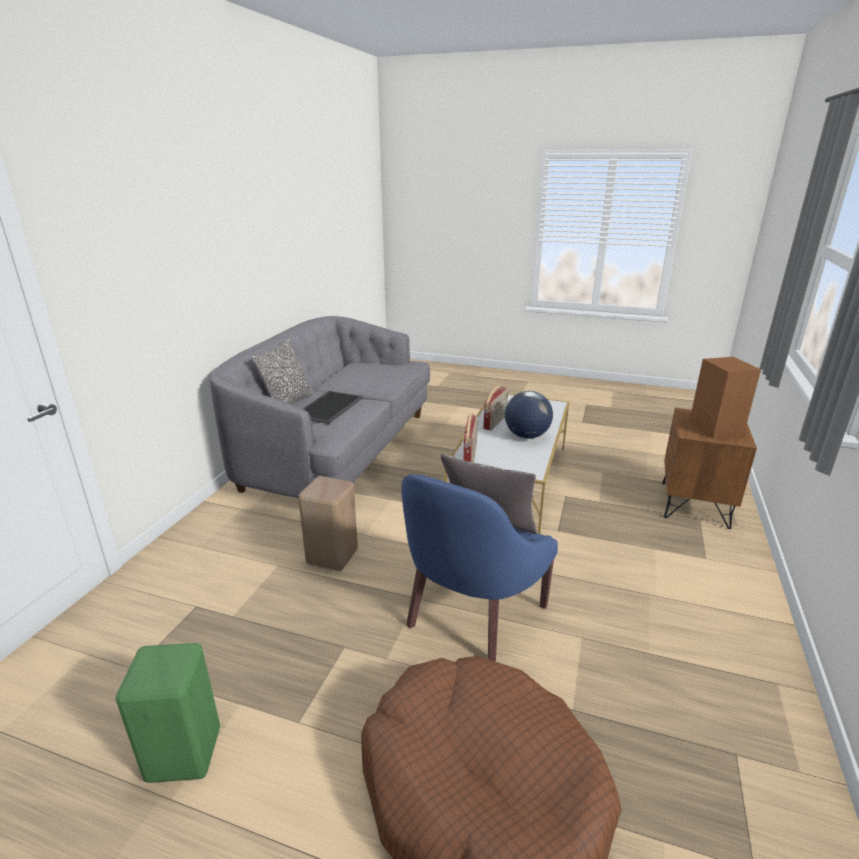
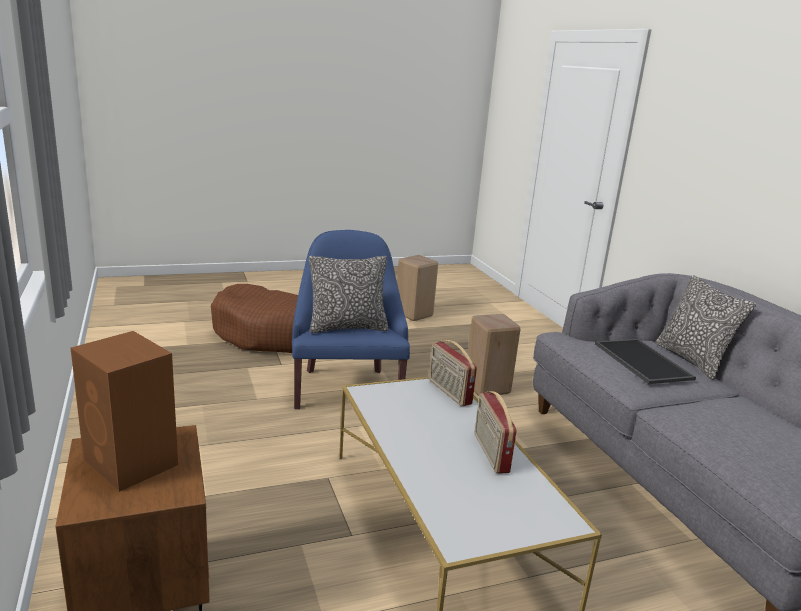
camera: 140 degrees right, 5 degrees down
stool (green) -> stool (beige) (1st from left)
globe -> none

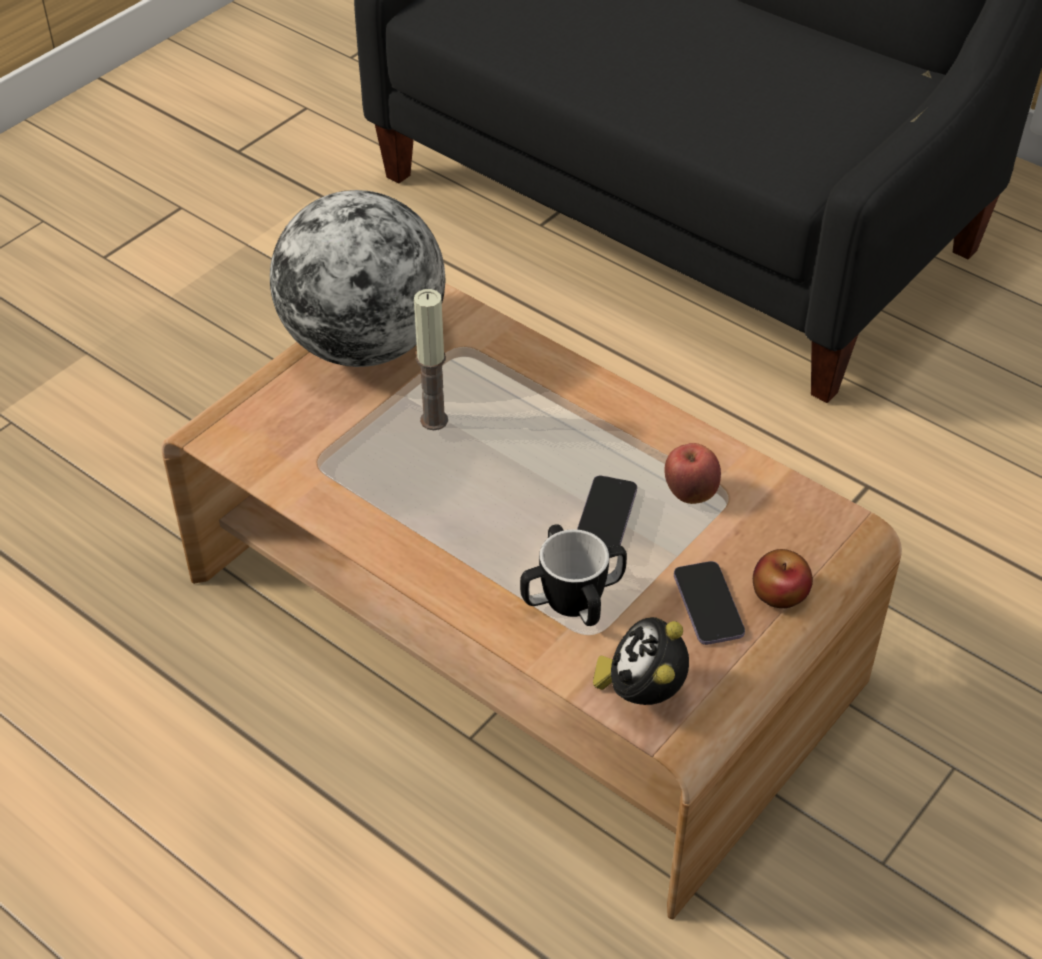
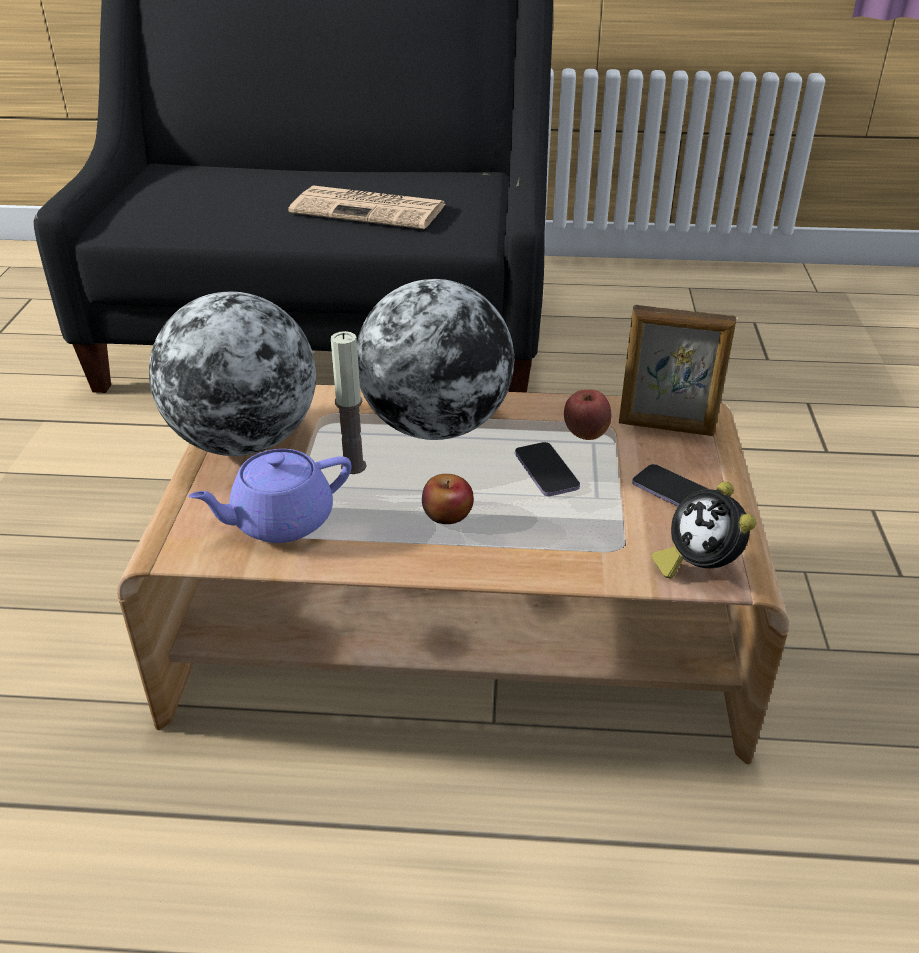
camera: 35 degrees left, 10 degrees down
none -> teapot (purple)
none -> newspaper
none -> globe (2nd from left)
apple (2nd from left in the first image) -> apple (1st from left), moved
none -> picture frame
mug -> none

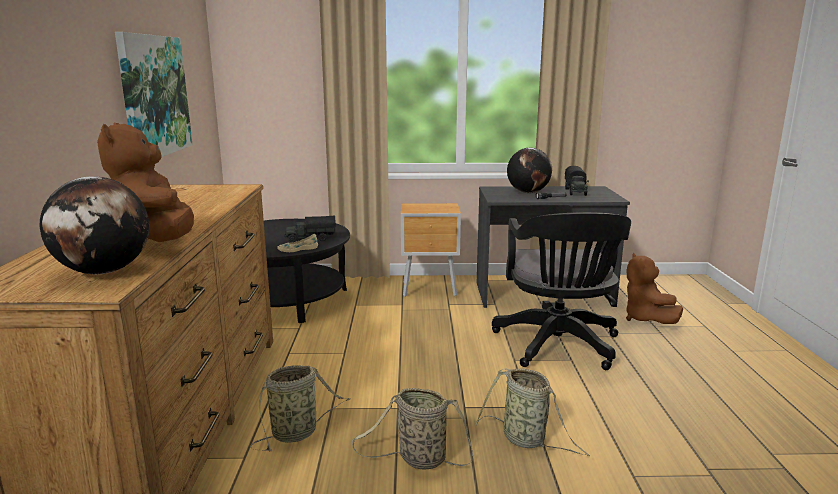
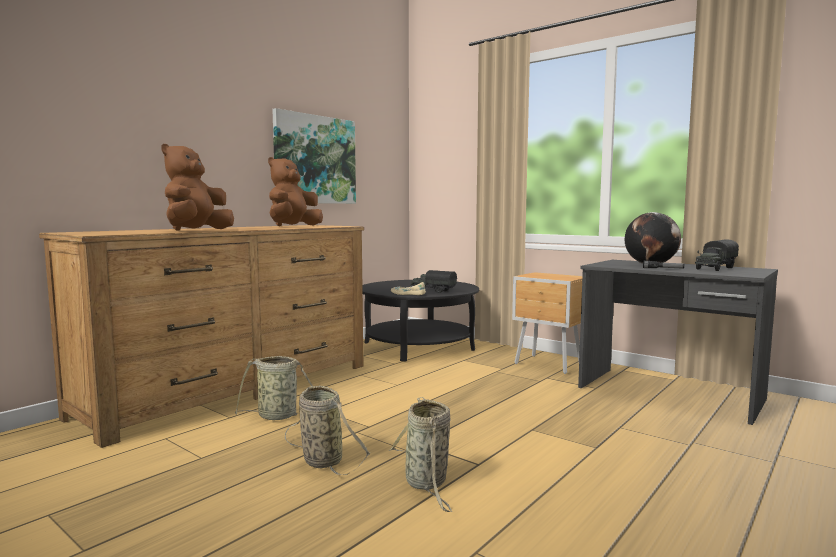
camera: 40 degrees right, 10 degrees down
plush toy (brown) (2nd from left), moved
globe (1st from left) -> none
office chair (black) -> none

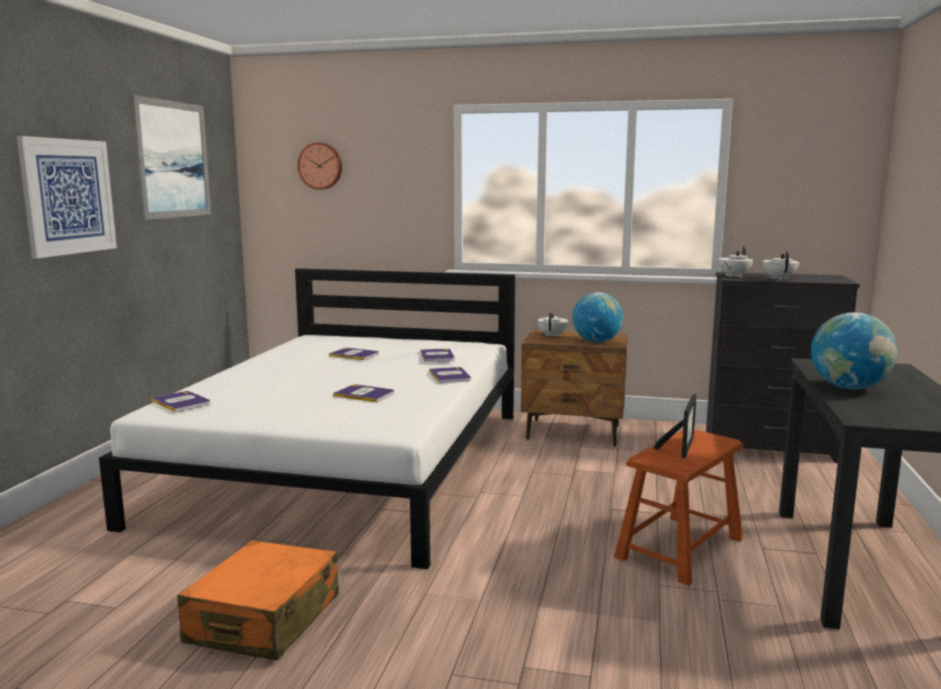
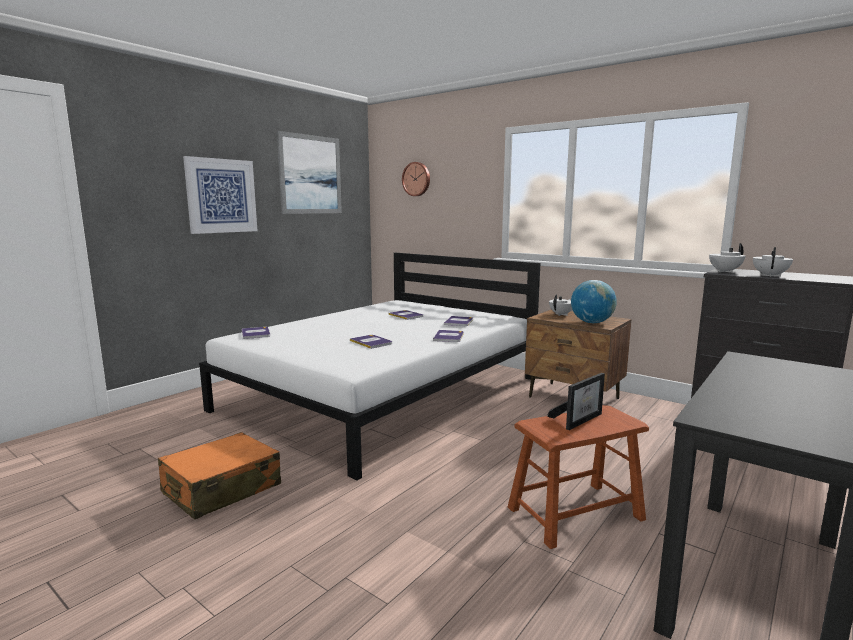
camera: 25 degrees right, 0 degrees up
globe (2nd from left) -> none

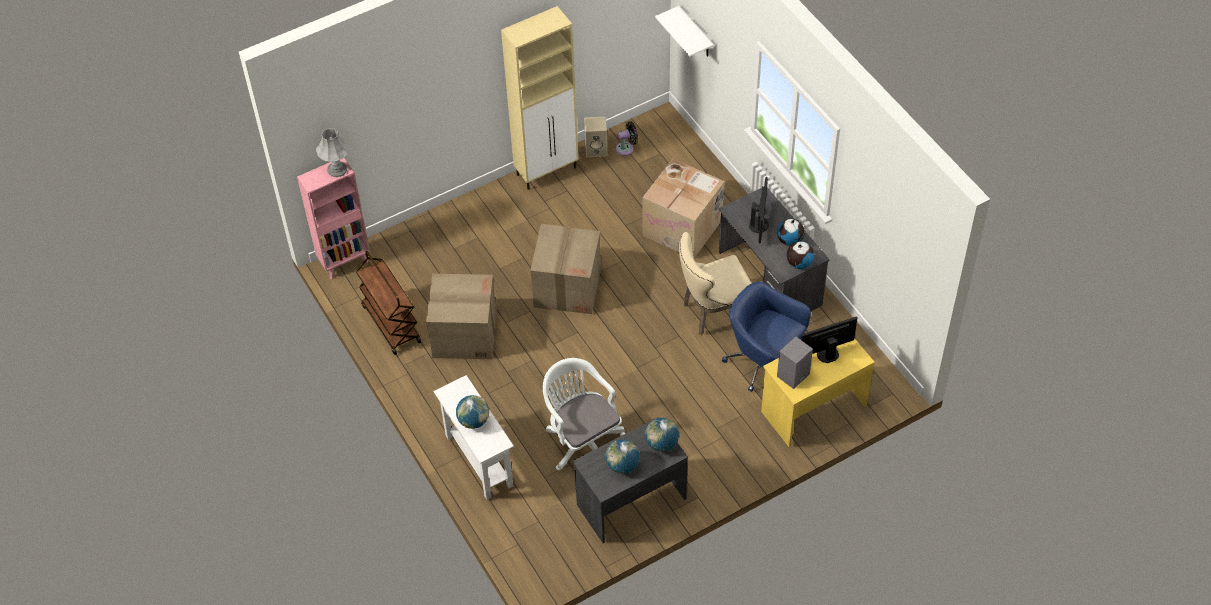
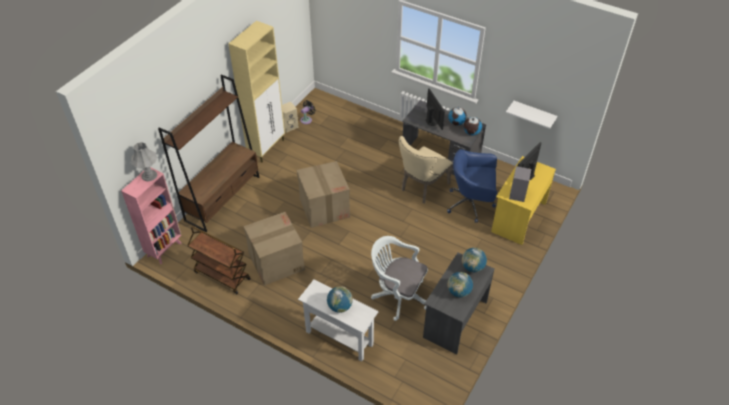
camera: 30 degrees left, 5 degrees down
none -> bookcase (brown)
shelf (white), moved
cardboard box (3rd from left) -> none

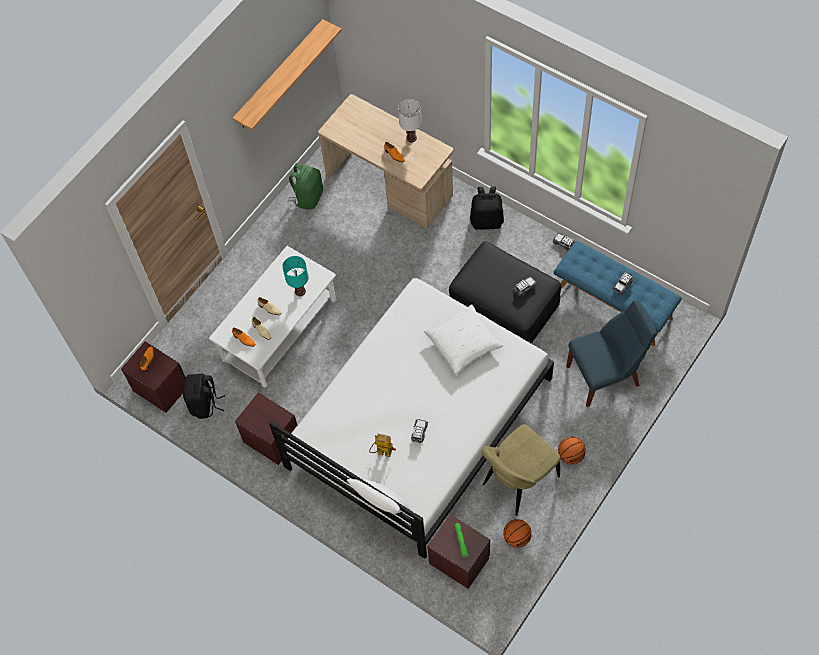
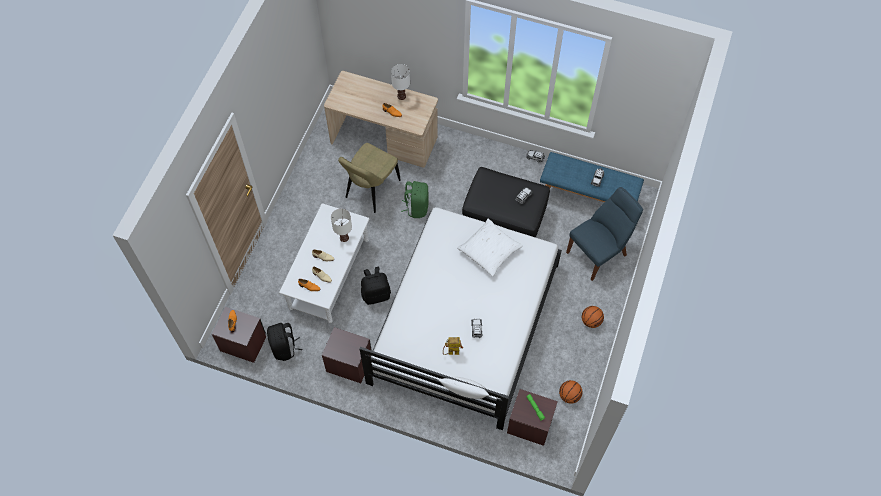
camera: 20 degrees left, 0 degrees up
table lamp (turquoise) -> table lamp (white) (1st from left)
chair (beige), moved
backpack (black) (2nd from left), moved
backpack (green), moved
shelf -> none

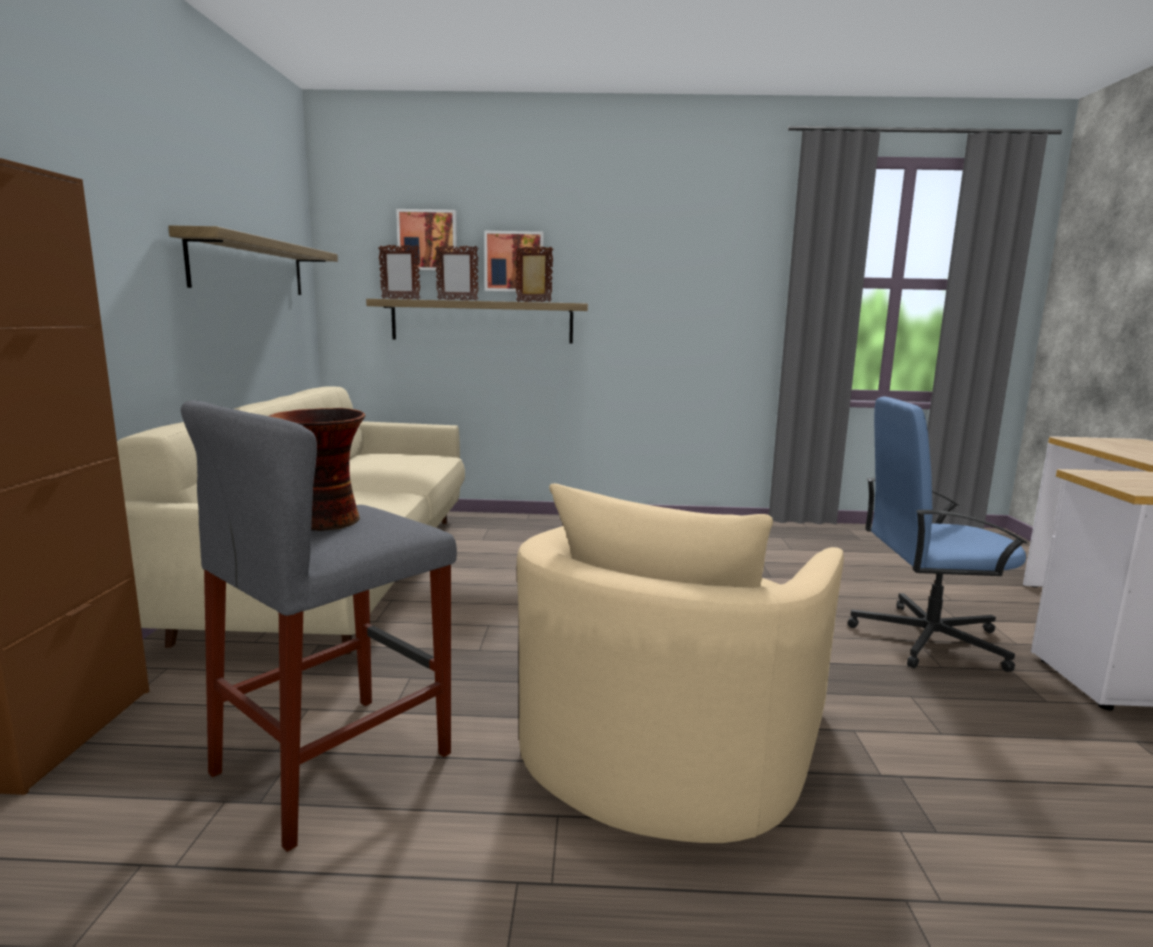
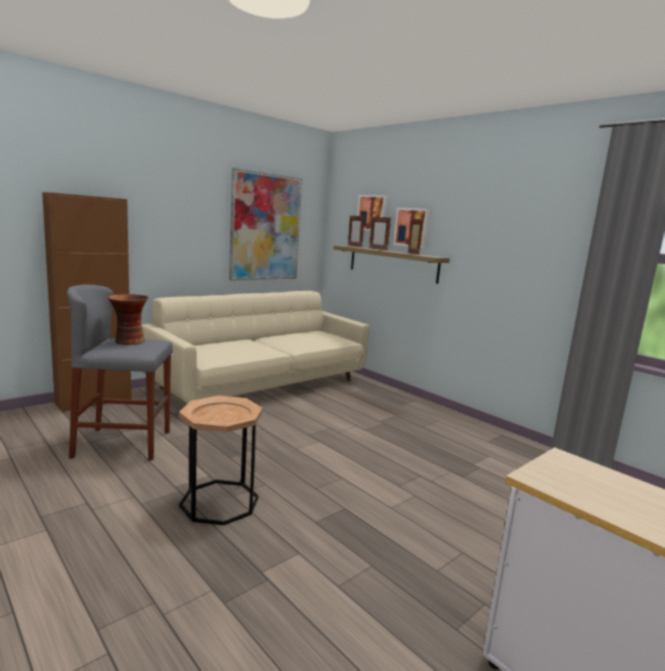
camera: 45 degrees right, 0 degrees up
armchair (beige) -> side table (brown)
shelf (1st from left) -> picture (1st from left)
office chair (blue) -> none

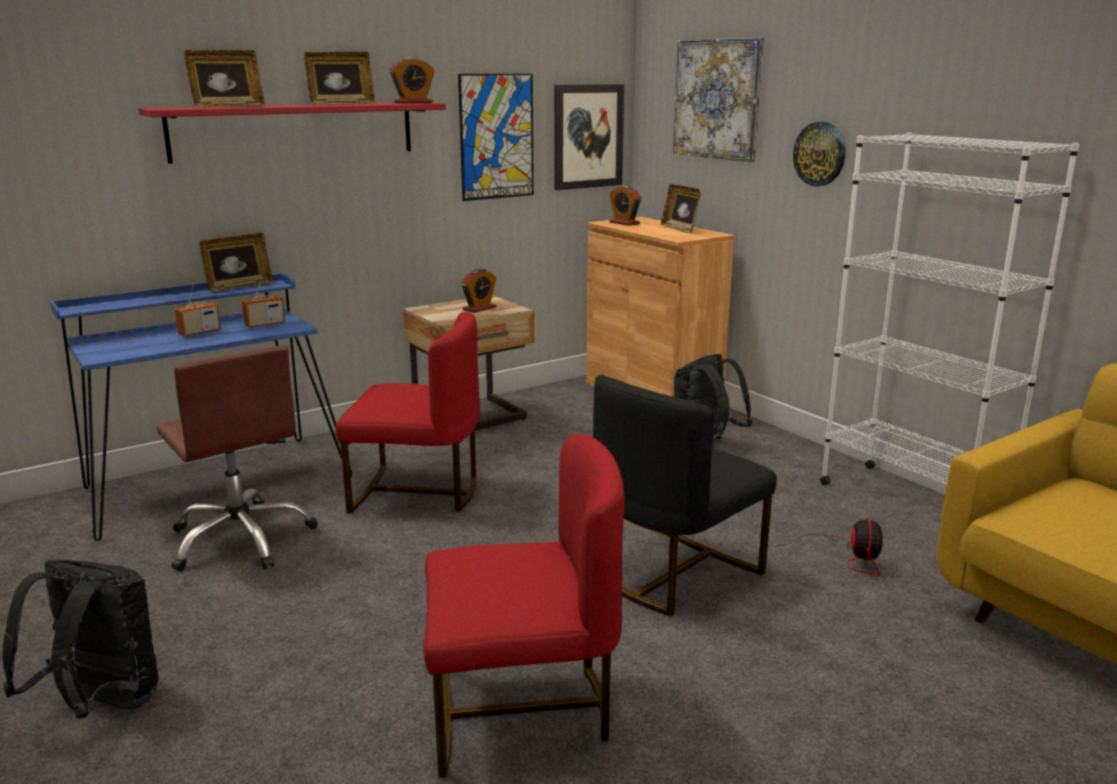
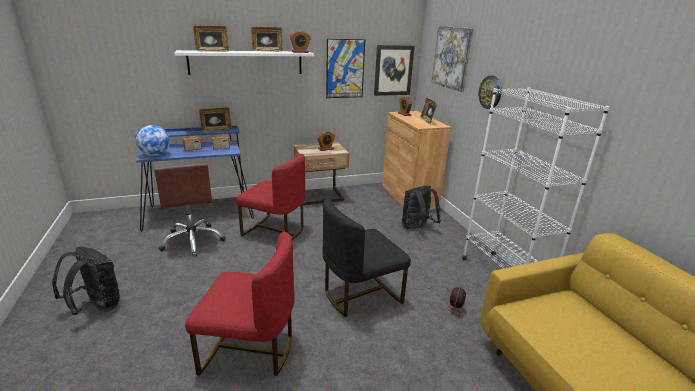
camera: 15 degrees right, 5 degrees up
none -> globe
shelf (red) -> shelf (white)

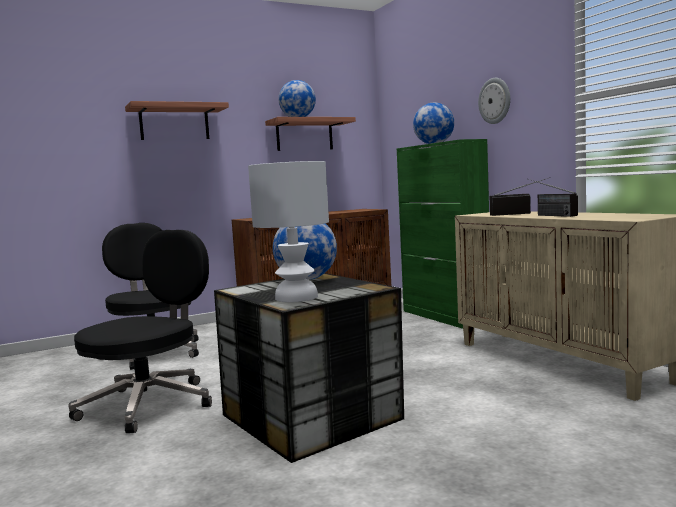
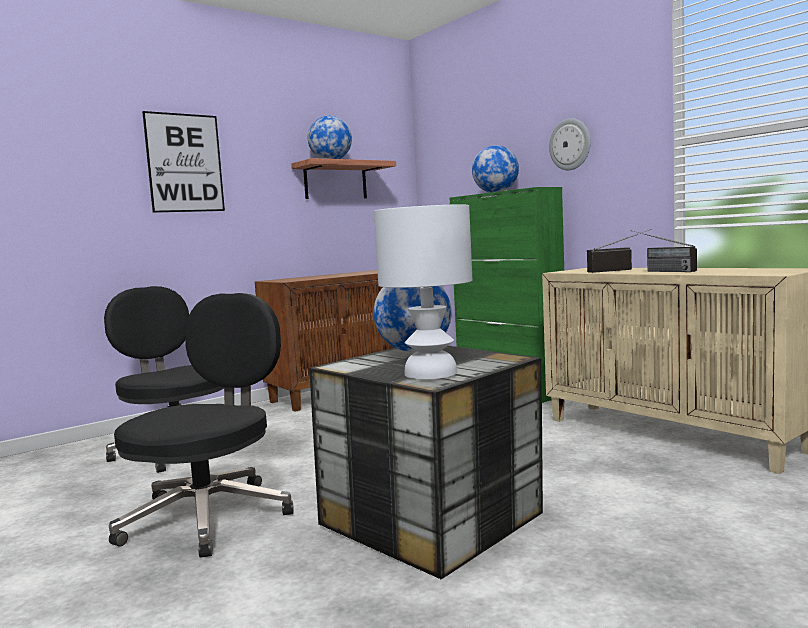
camera: 10 degrees left, 0 degrees up
shelf (1st from left) -> picture

